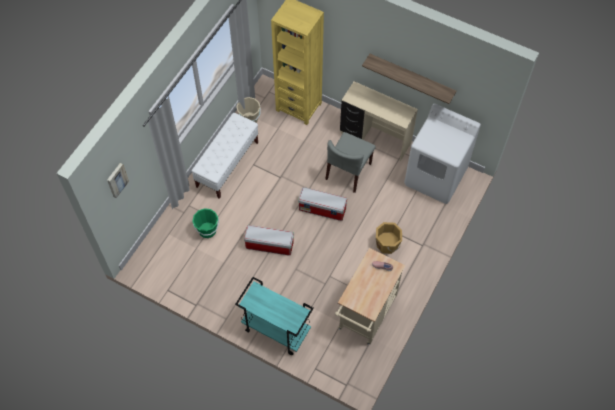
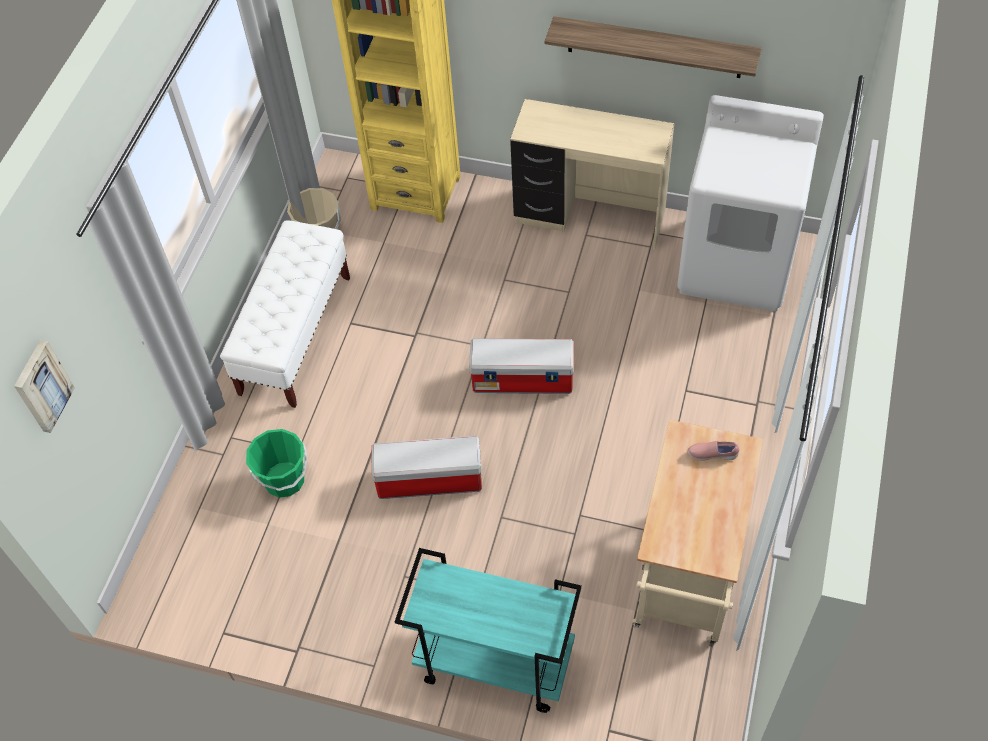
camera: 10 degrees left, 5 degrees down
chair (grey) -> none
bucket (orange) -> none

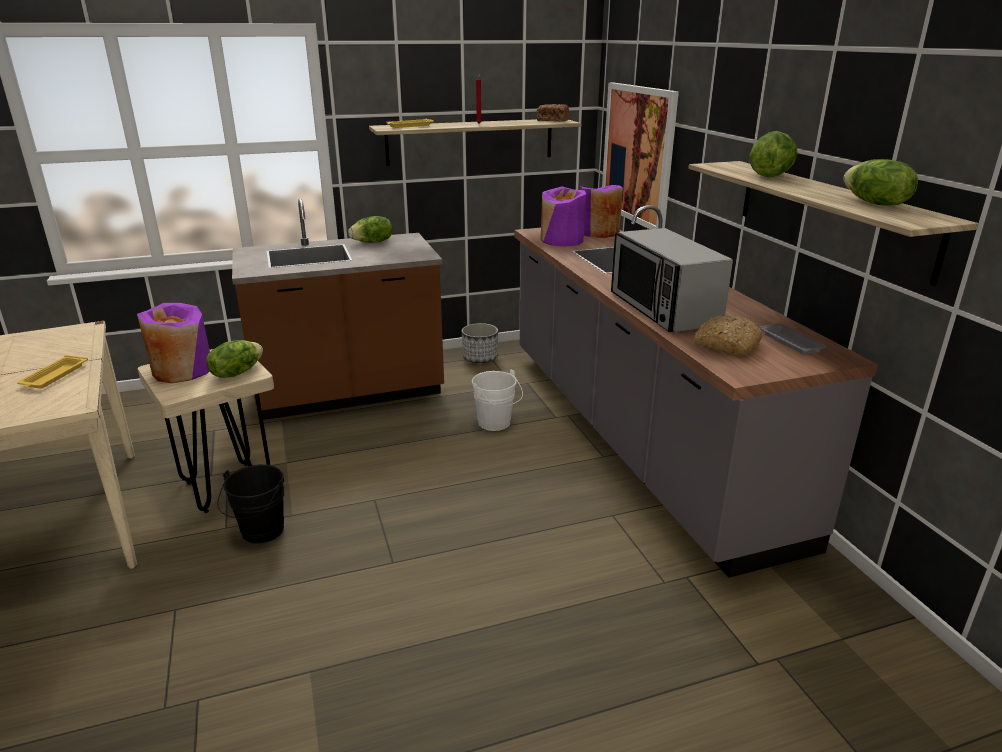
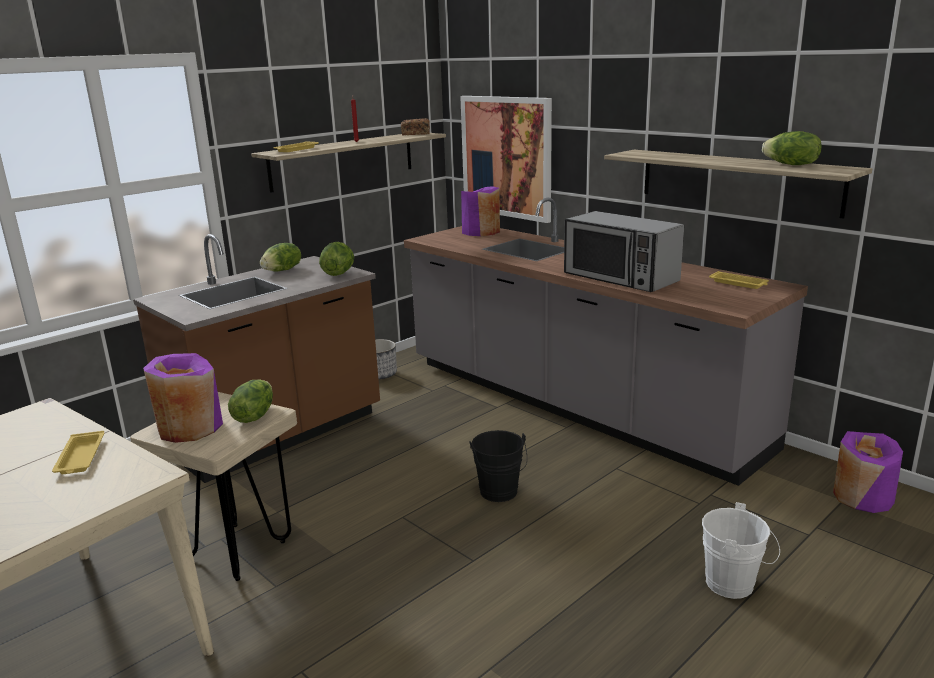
camera: 25 degrees left, 5 degrees down
lettuce (3rd from left), moved
bucket (black), moved
bucket (white), moved
tray (grey) -> tray (yellow) (3rd from left)
vase (purple) (2nd from left in the first image) -> vase (purple) (3rd from left), moved
bread (2nd from left) -> none

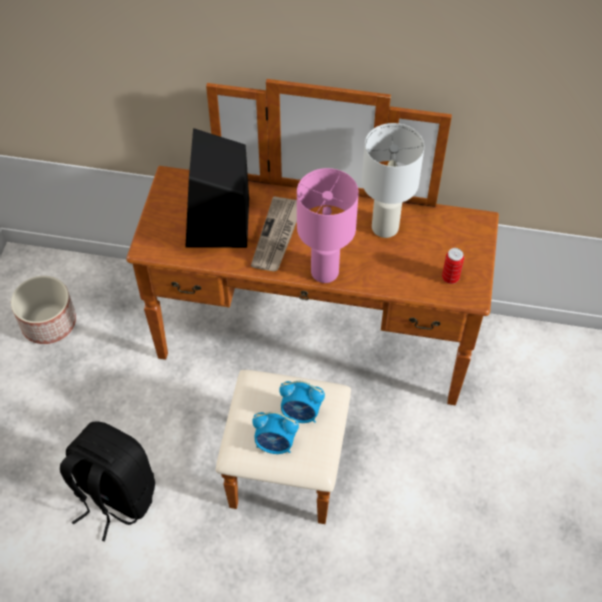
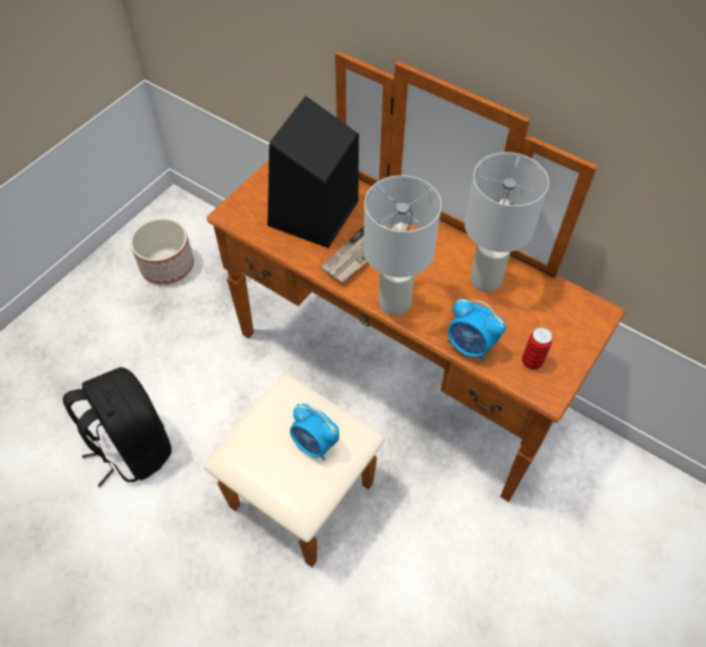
camera: 25 degrees right, 0 degrees up
table lamp (pink) -> table lamp (white) (1st from left)
alarm clock (1st from left in the first image) -> alarm clock (2nd from left), moved

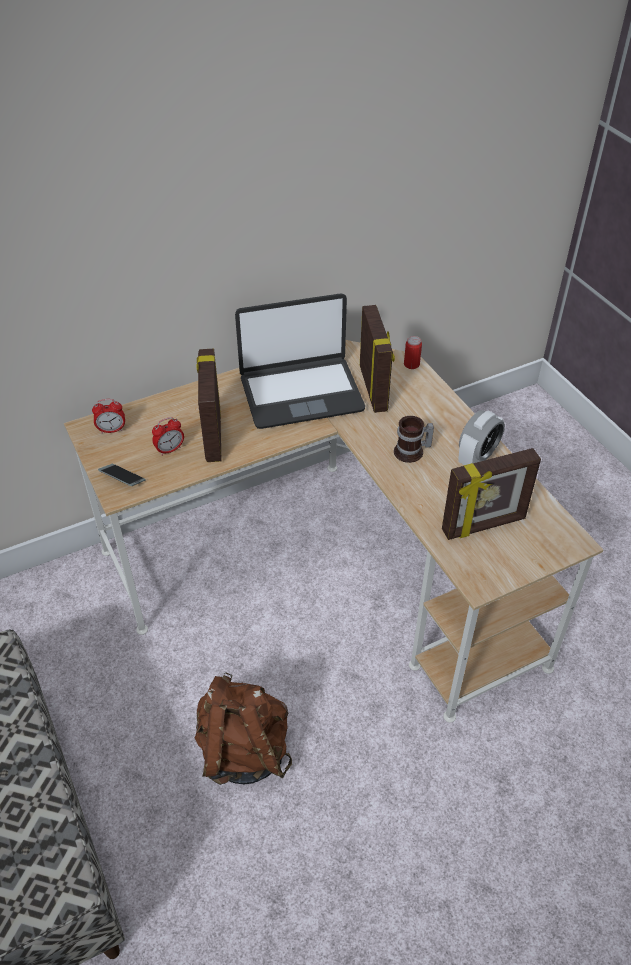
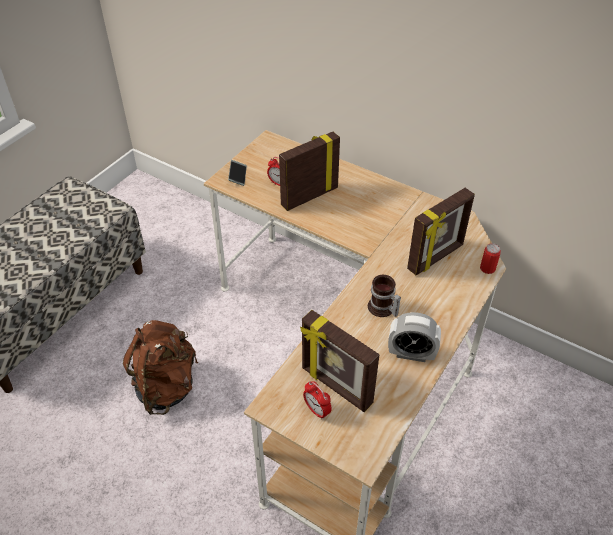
camera: 60 degrees right, 0 degrees up
alarm clock (1st from left in the first image) -> alarm clock (2nd from left), moved
laptop -> none

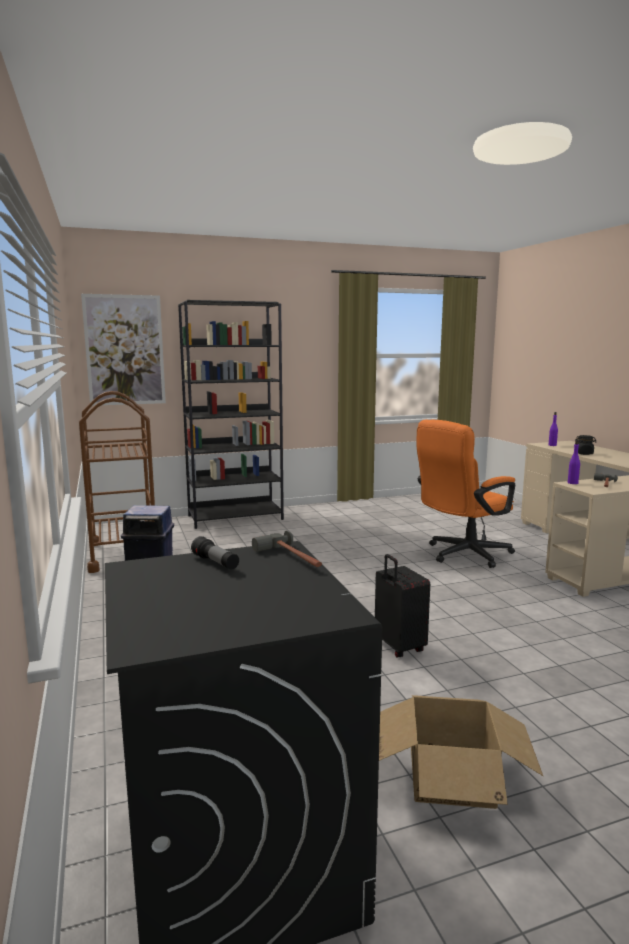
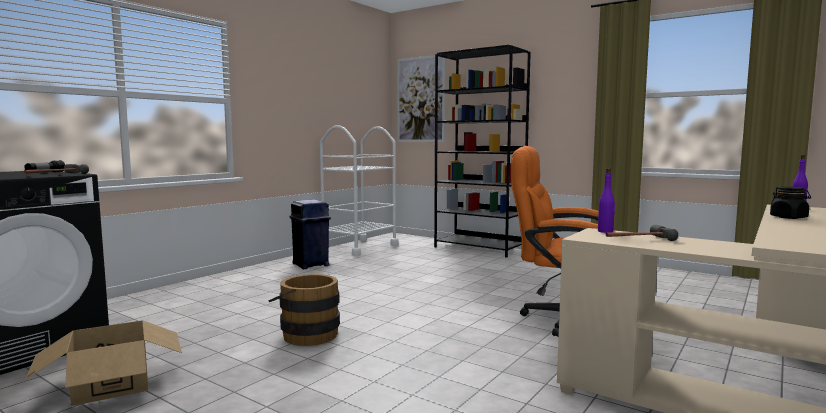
camera: 55 degrees right, 5 degrees down
suitcase (black) -> bucket (brown)
cart (brown) -> cart (white)

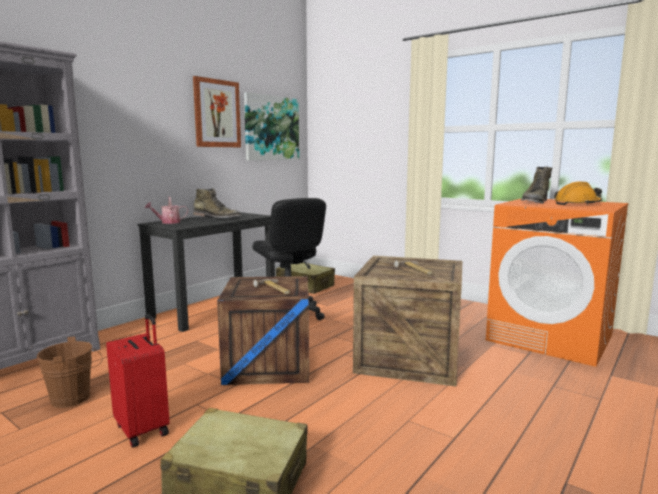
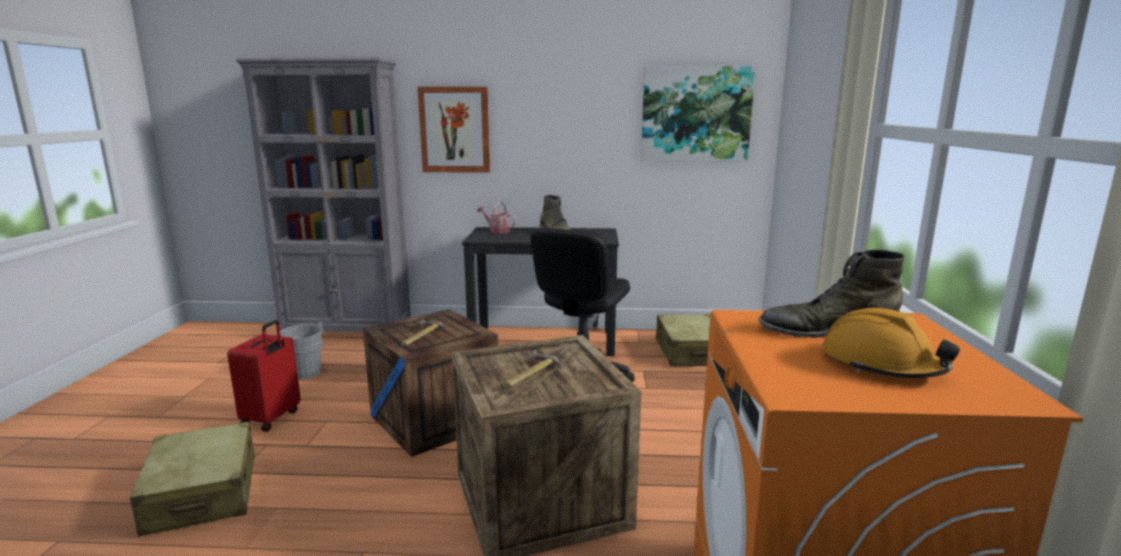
camera: 55 degrees right, 5 degrees up
bucket (brown) -> bucket (grey)
picture (1st from left), moved

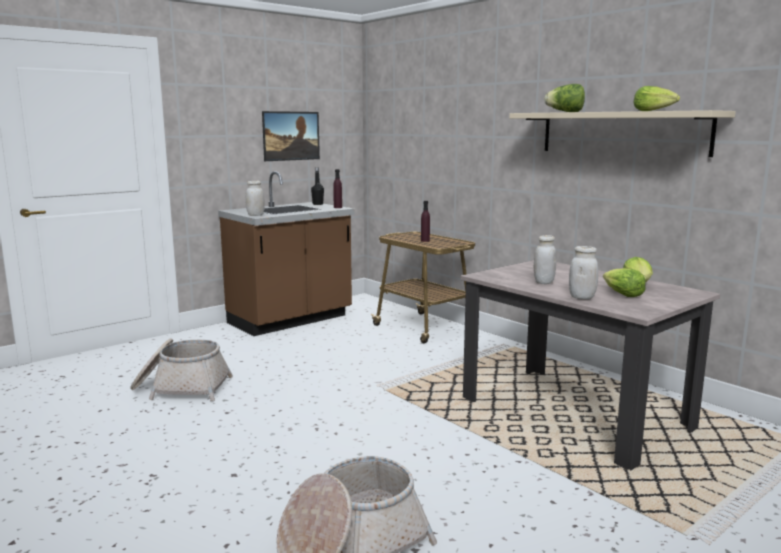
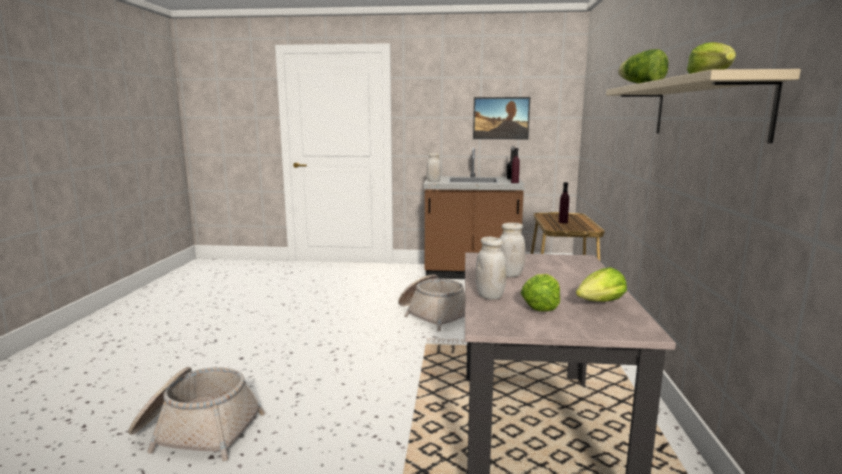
camera: 45 degrees right, 0 degrees up
basket (1st from left in the first image) -> basket (2nd from left), moved

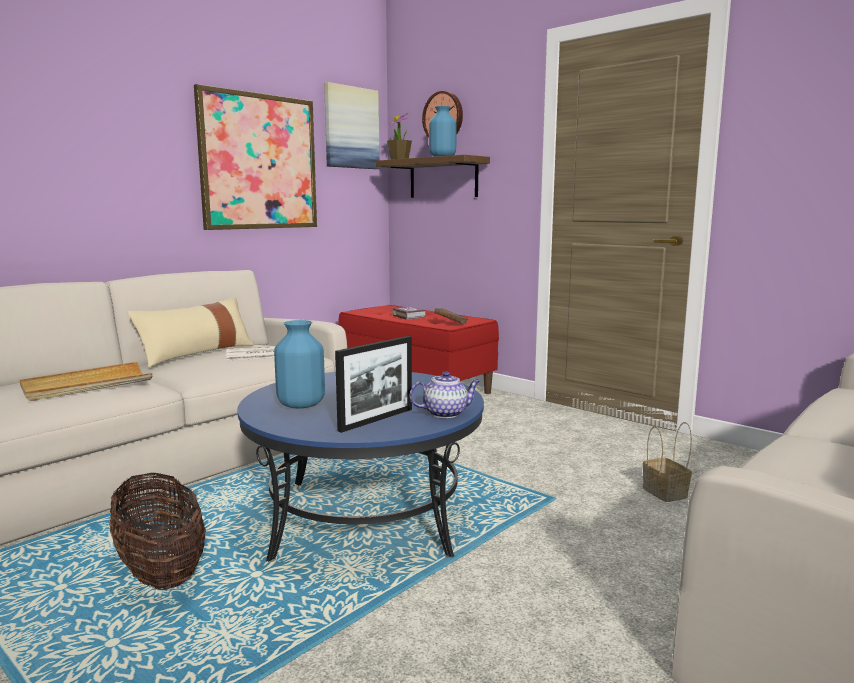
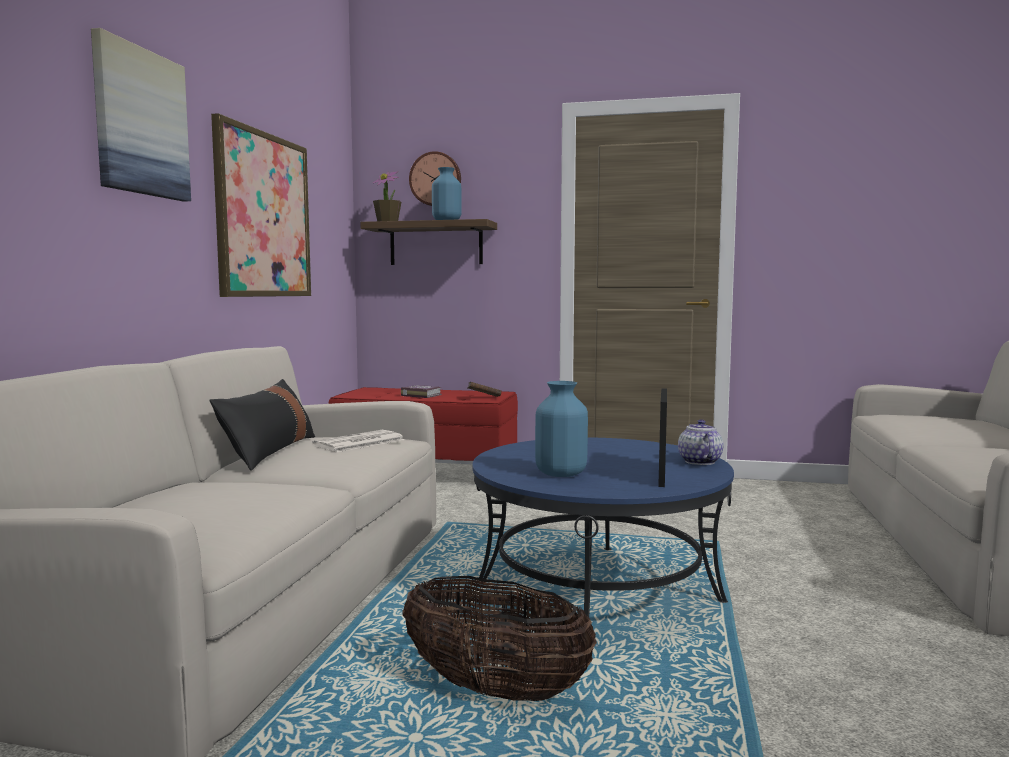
camera: 30 degrees left, 5 degrees down
picture (2nd from left in the first image) -> picture (1st from left), moved
pillow (beige) -> pillow (black)
teapot, 45 degrees counterclockwise
tray (beige) -> none
basket (2nd from left) -> none

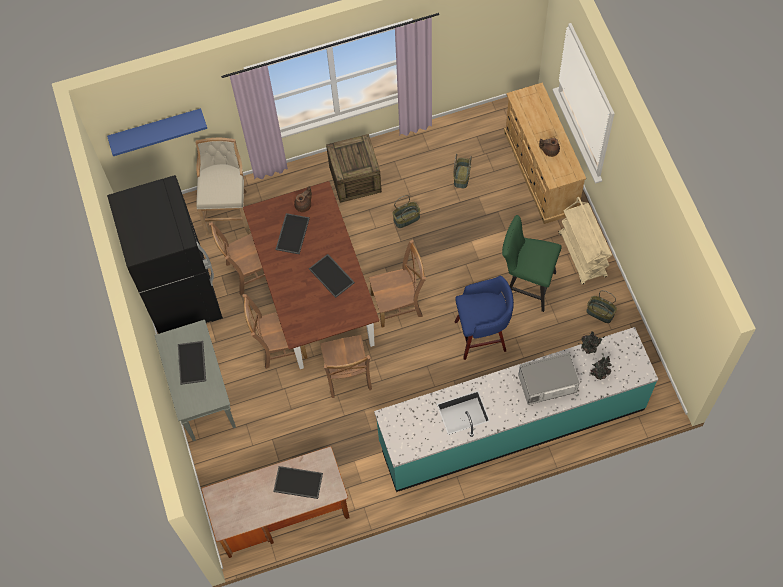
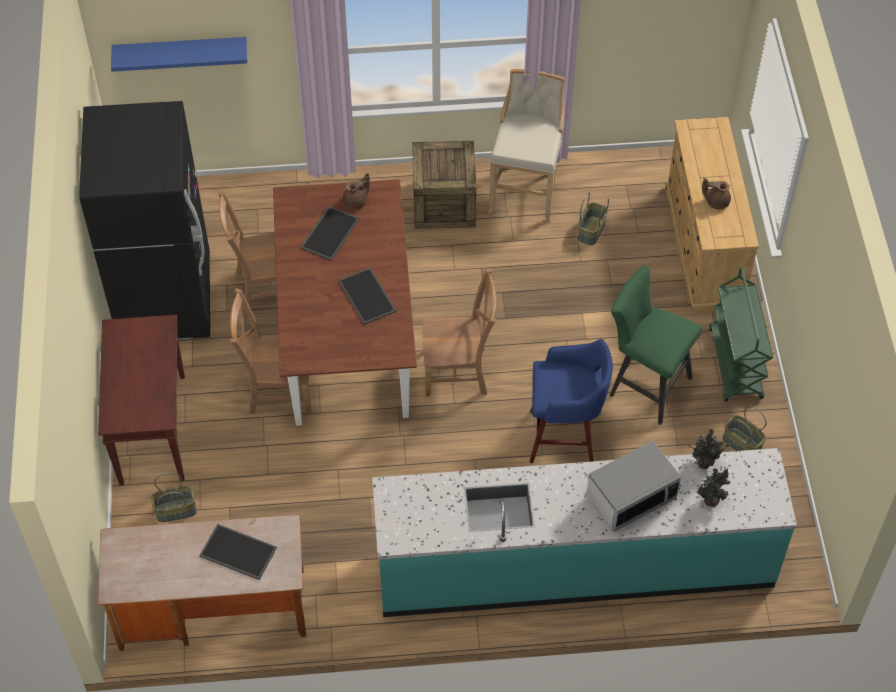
camera: 10 degrees right, 10 degrees down
console table (grey) -> console table (brown)
basket (1st from left), moved
stool (beige), moved
microwave, 150 degrees clockwise
cart (beige) -> cart (green)
tray (1st from left) -> none
chair (brown) (3rd from left) -> none

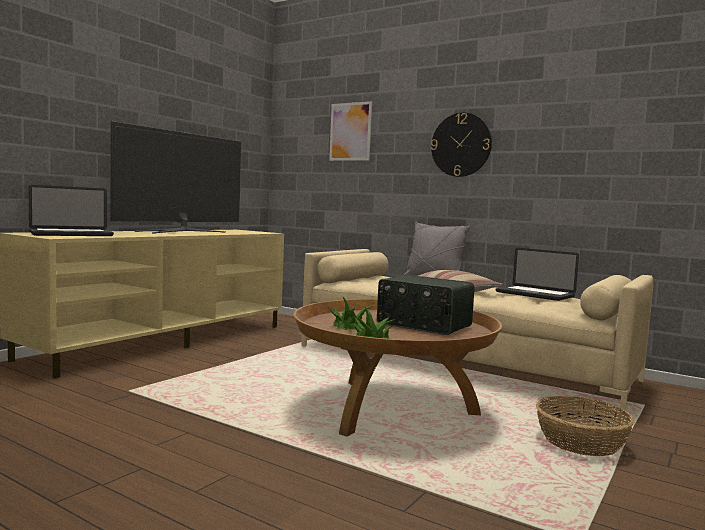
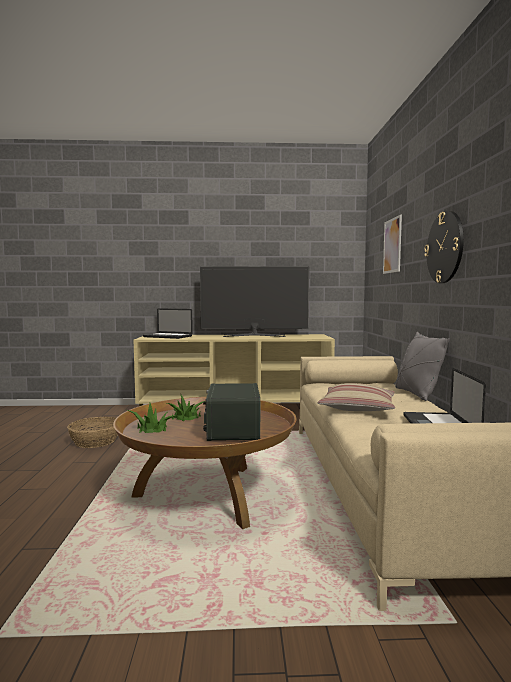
camera: 55 degrees right, 0 degrees up
basket, moved

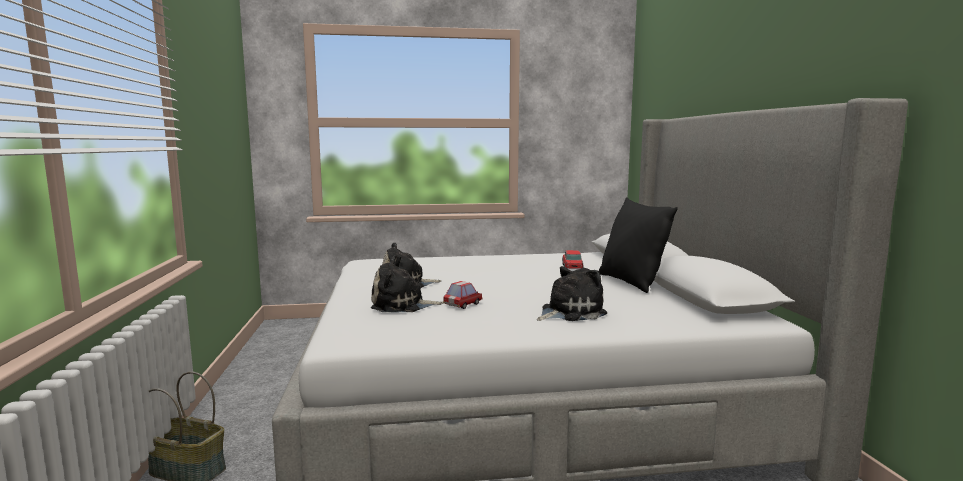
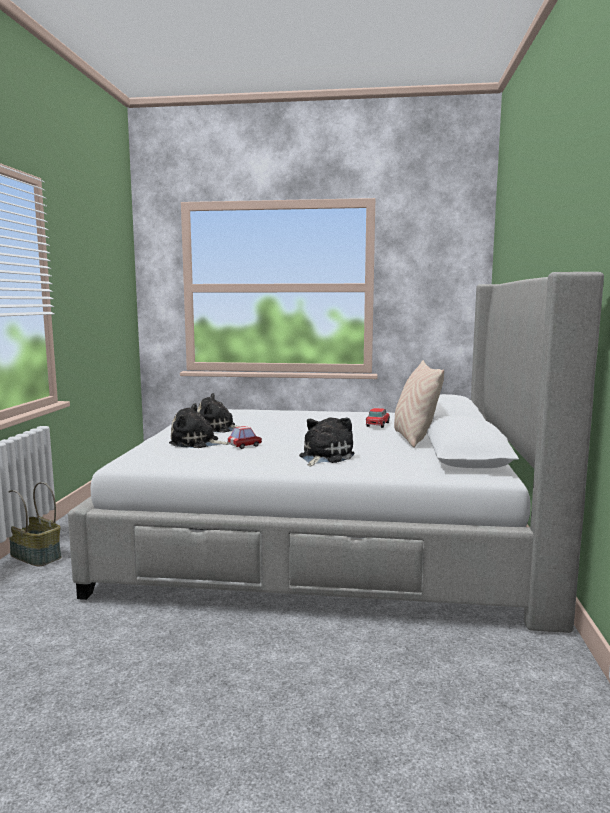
camera: 15 degrees right, 0 degrees up
plush toy (3rd from left), 45 degrees counterclockwise
pillow (black) -> pillow (beige)

